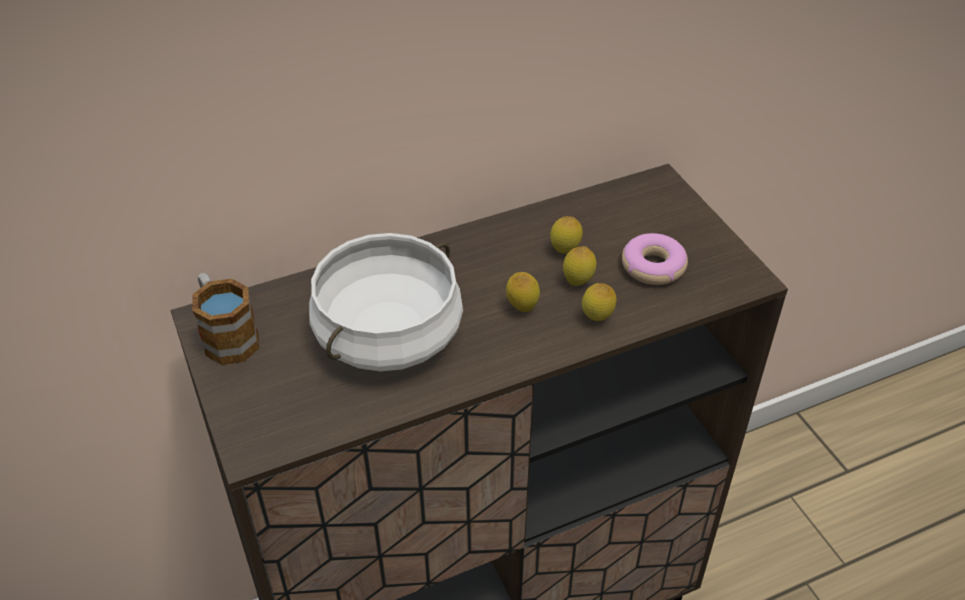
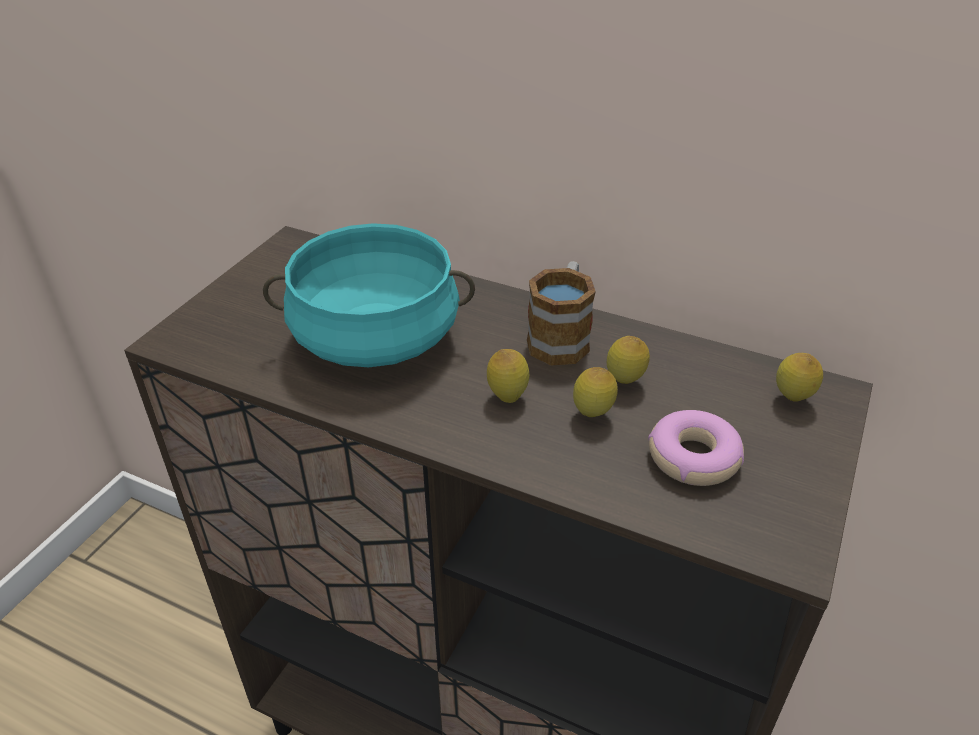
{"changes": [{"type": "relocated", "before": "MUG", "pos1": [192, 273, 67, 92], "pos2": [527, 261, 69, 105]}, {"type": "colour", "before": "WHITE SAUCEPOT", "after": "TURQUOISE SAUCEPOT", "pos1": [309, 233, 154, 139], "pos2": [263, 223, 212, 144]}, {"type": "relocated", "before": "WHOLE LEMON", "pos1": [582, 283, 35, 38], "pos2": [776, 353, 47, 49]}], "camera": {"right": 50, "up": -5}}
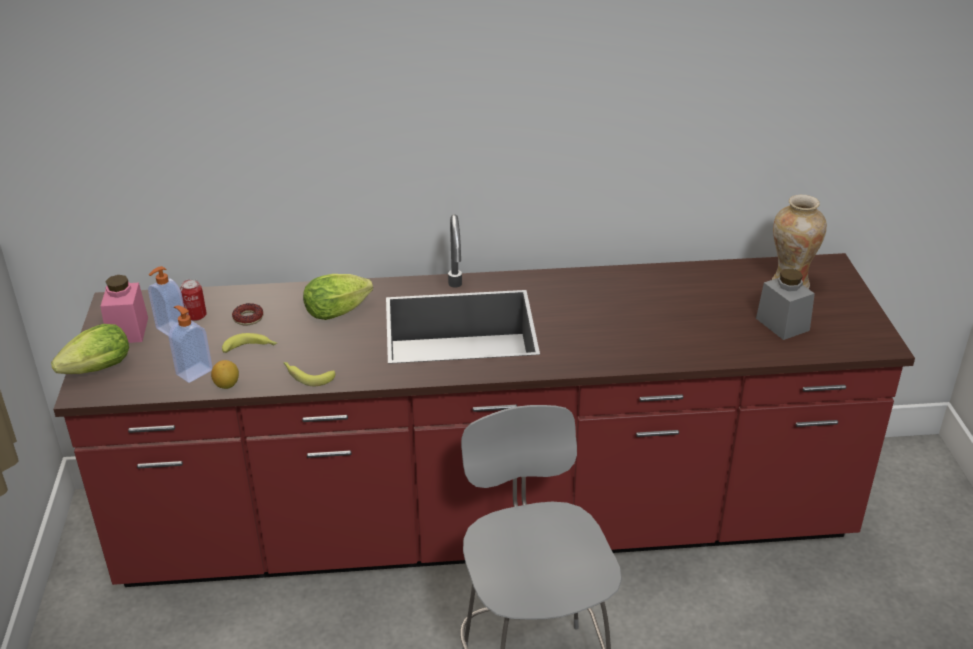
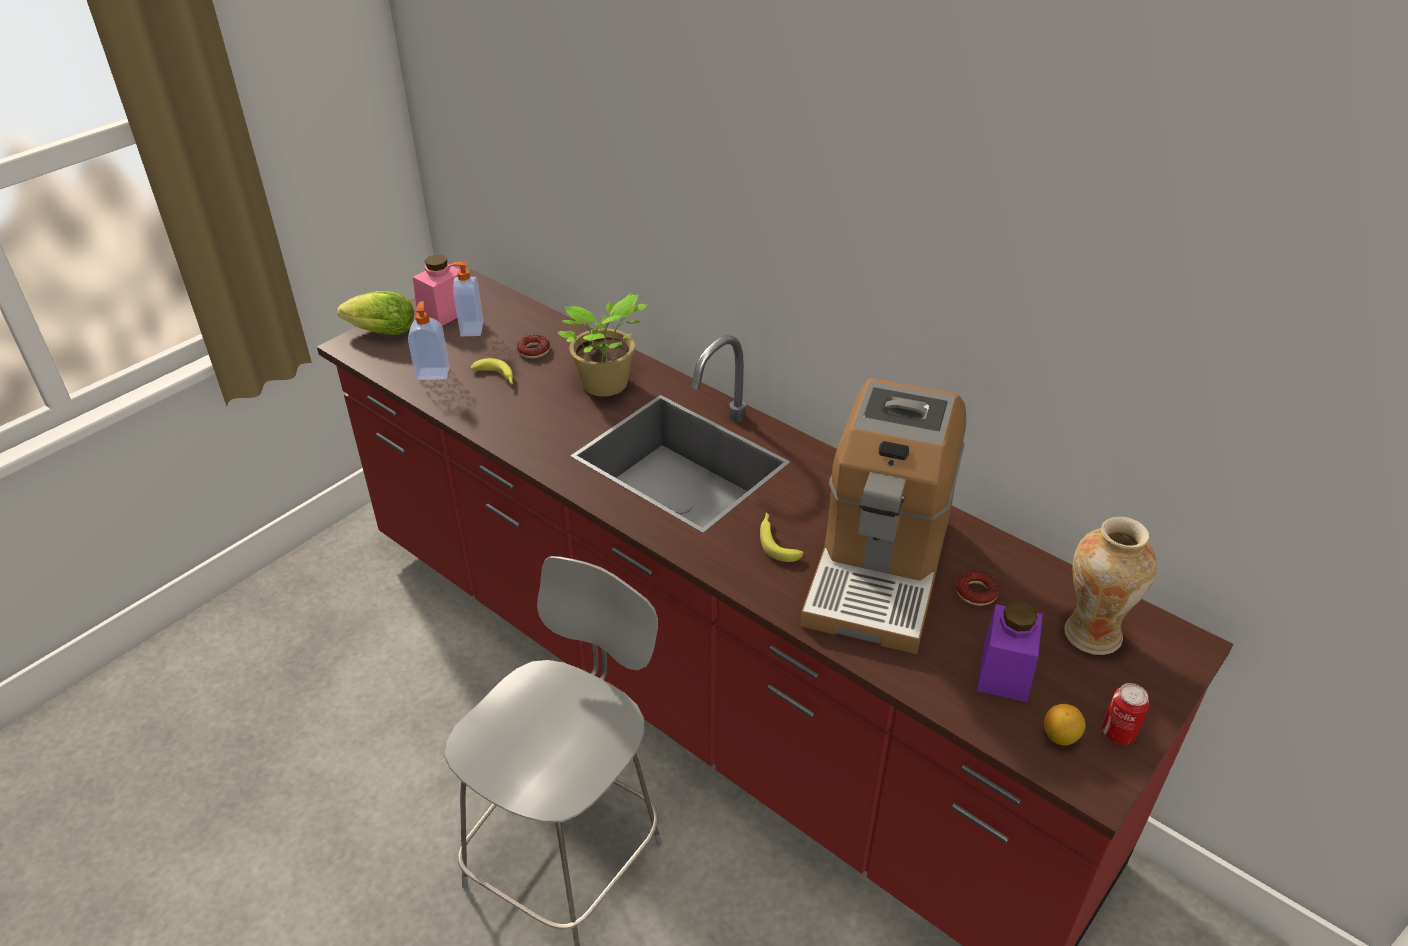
{"changes": [{"type": "relocated", "before": "METAL CAN", "pos1": [180, 279, 27, 42], "pos2": [1102, 683, 47, 62]}, {"type": "relocated", "before": "WHOLE LEMON", "pos1": [211, 360, 28, 29], "pos2": [1044, 704, 42, 41]}, {"type": "relocated", "before": "WHOLE BANANA", "pos1": [283, 362, 52, 25], "pos2": [760, 513, 44, 49]}, {"type": "exchanged", "before": "LETTUCE HEAD", "after": "PLANT IN A POT", "pos1": [303, 274, 70, 46], "pos2": [557, 293, 90, 104]}, {"type": "colour", "before": "GREY JAR", "after": "PURPLE-COLOURED JAR", "pos1": [756, 269, 59, 71], "pos2": [977, 602, 66, 100]}, {"type": "appeared", "after": "COFFEE MACHINE", "pos2": [801, 378, 165, 276]}, {"type": "appeared", "after": "RING DOUGHNUT", "pos2": [956, 570, 43, 36]}], "camera": {"right": 45, "up": 5}}
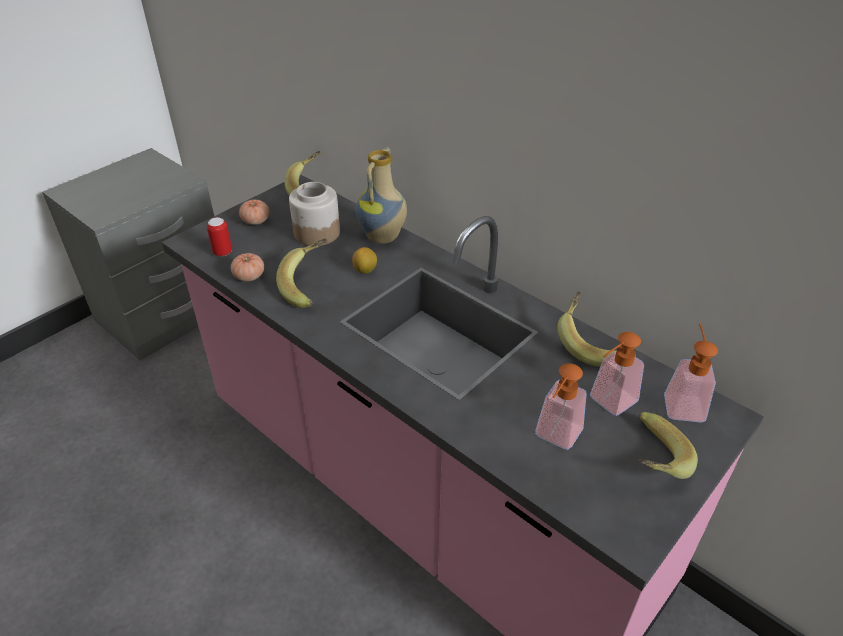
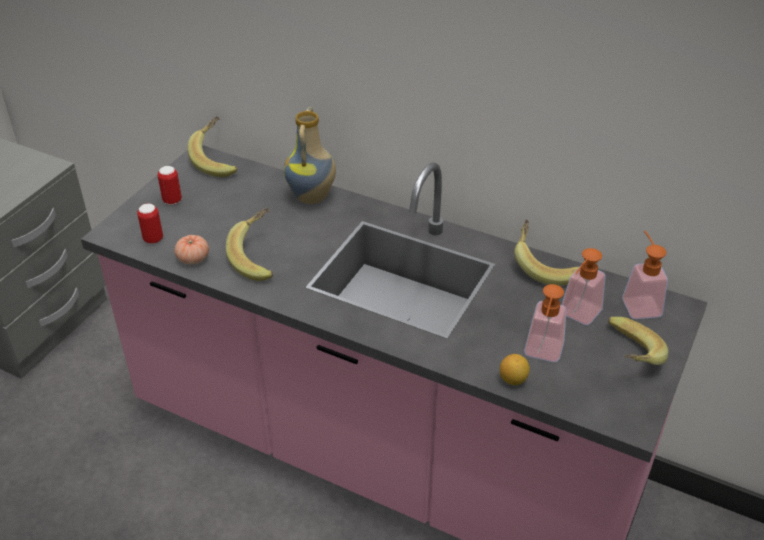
{"changes": [{"type": "exchanged", "before": "FRESH TOMATO", "after": "METAL CAN", "pos1": [239, 200, 30, 25], "pos2": [158, 166, 24, 39]}, {"type": "missing", "before": "JAR", "pos1": [289, 182, 51, 64]}, {"type": "relocated", "before": "WHOLE LEMON", "pos1": [352, 247, 25, 27], "pos2": [500, 354, 30, 31]}], "camera": {"right": -15, "up": 0}}
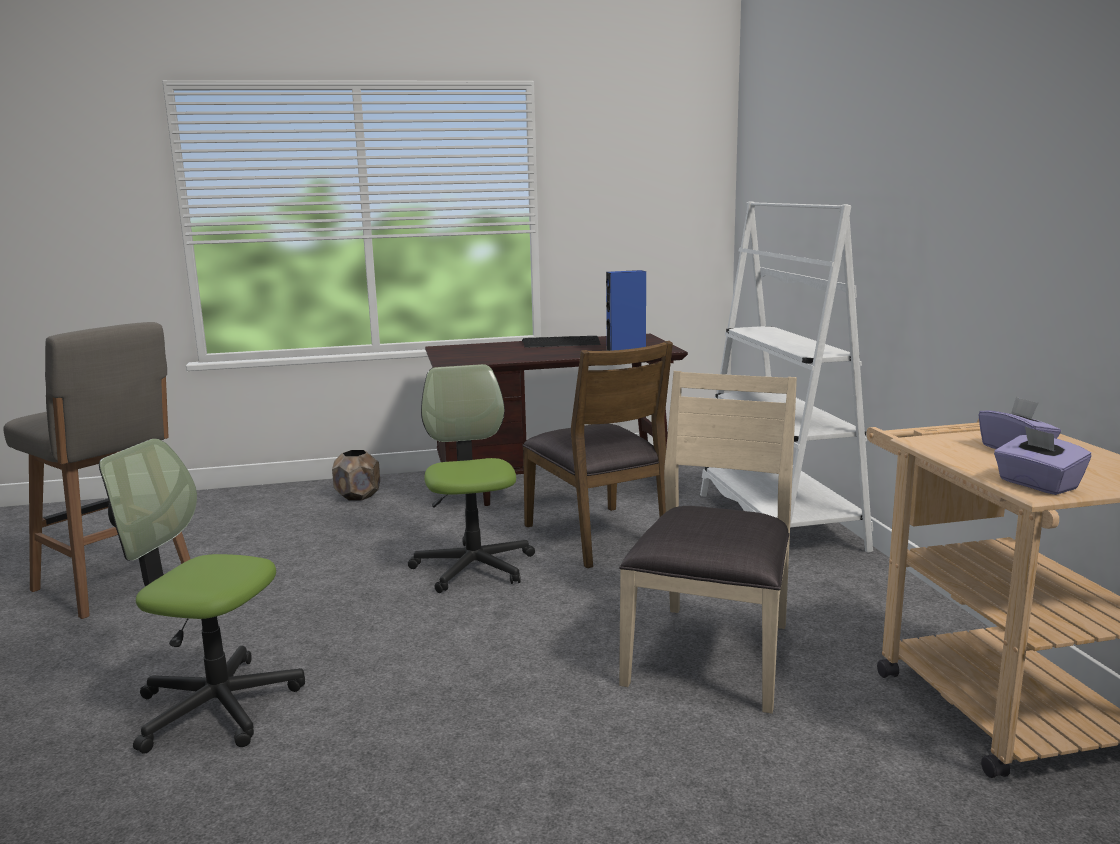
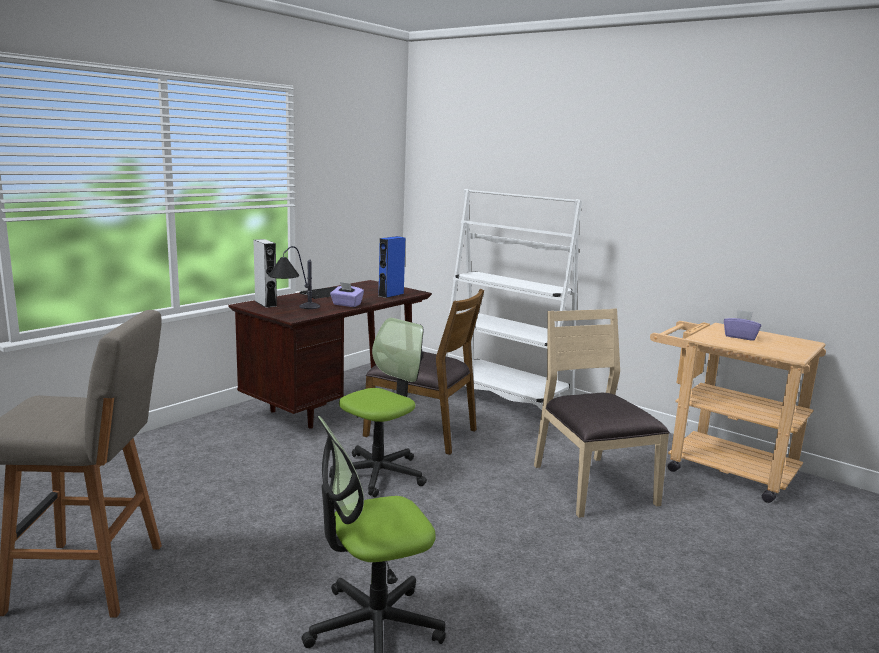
{"changes": [{"type": "missing", "before": "BROWN-COLOURED PLANT POT", "pos1": [332, 450, 48, 51]}, {"type": "spun", "before": "COMPUTER CHAIR", "pos1": [408, 364, 127, 229], "pos2": [329, 318, 98, 179], "turn": 90}, {"type": "relocated", "before": "PURPLE-COLOURED TISSUE BOX", "pos1": [994, 426, 98, 69], "pos2": [330, 282, 34, 25]}, {"type": "appeared", "after": "GREY LOUDSPEAKER", "pos2": [253, 239, 24, 69]}, {"type": "appeared", "after": "TABLETOP LAMP", "pos2": [268, 246, 52, 63]}], "camera": {"right": -40, "up": 0}}
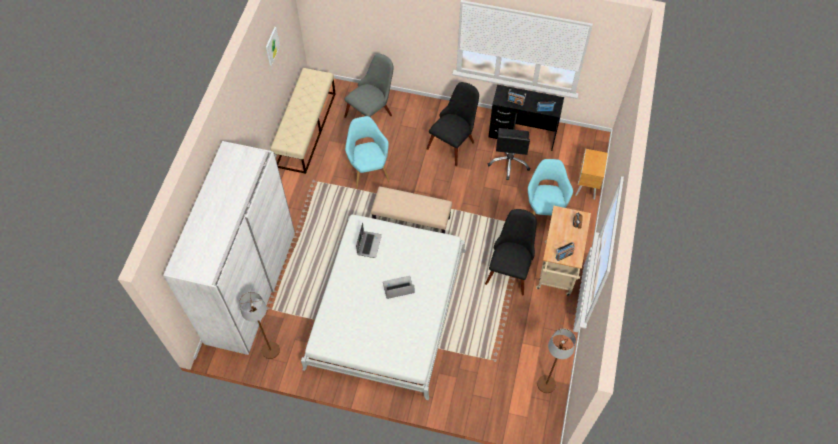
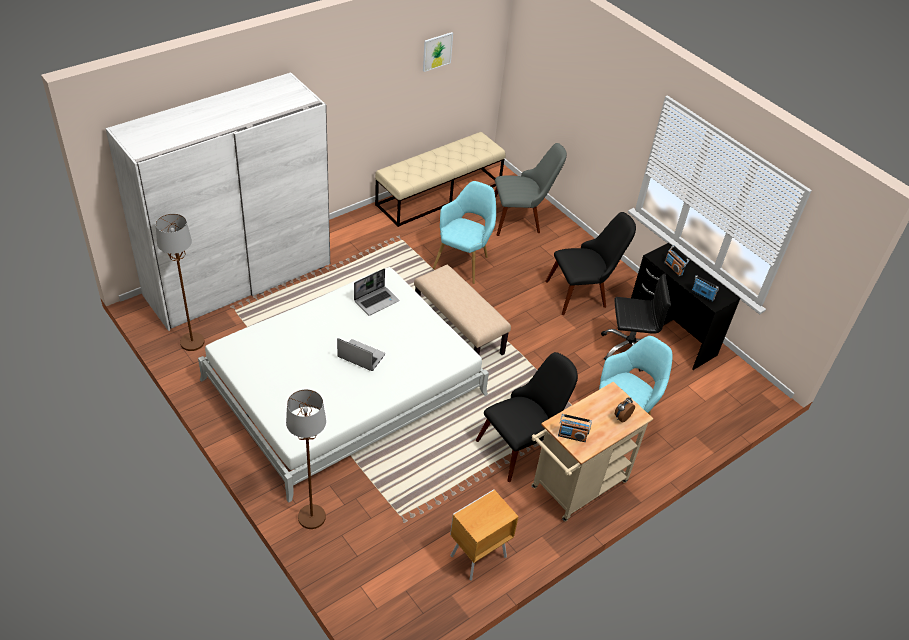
{"changes": [{"type": "spun", "before": "BLACK-COLOURED COMPUTER CHAIR", "pos1": [488, 128, 43, 52], "pos2": [601, 273, 70, 99], "turn": -135}, {"type": "relocated", "before": "BROWN-COLOURED FLOOR LAMP", "pos1": [537, 329, 39, 64], "pos2": [286, 389, 40, 140]}, {"type": "relocated", "before": "BROWN-COLOURED NIGHT TABLE", "pos1": [575, 149, 33, 50], "pos2": [450, 489, 69, 91]}], "camera": {"right": 35, "up": -15}}
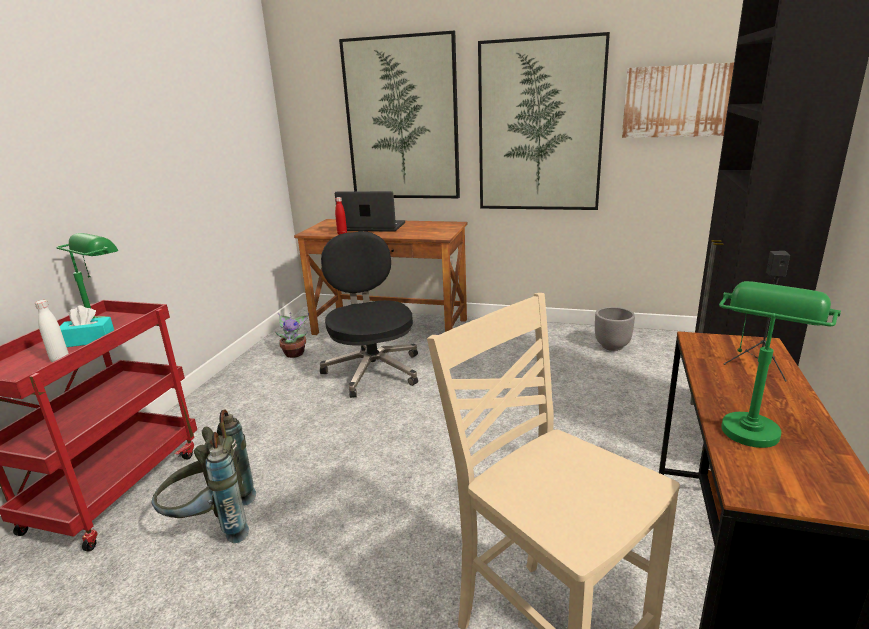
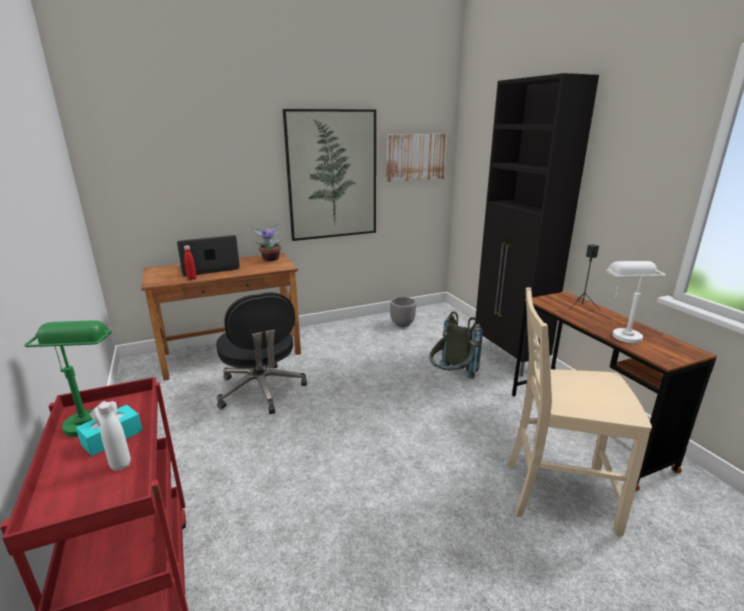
{"changes": [{"type": "relocated", "before": "GREY KNAPSACK", "pos1": [152, 409, 104, 134], "pos2": [429, 312, 54, 67]}, {"type": "relocated", "before": "PLANT IN A POT", "pos1": [275, 312, 34, 46], "pos2": [252, 223, 30, 38]}, {"type": "spun", "before": "BLACK-COLOURED COMPUTER CHAIR", "pos1": [320, 231, 98, 167], "pos2": [216, 292, 91, 122], "turn": -150}, {"type": "missing", "before": "WALL PICTURE", "pos1": [339, 31, 121, 167]}, {"type": "colour", "before": "GREEN TABLETOP LAMP", "after": "WHITE TABLETOP LAMP", "pos1": [719, 281, 122, 167], "pos2": [606, 261, 60, 82]}], "camera": {"right": -40, "up": 0}}
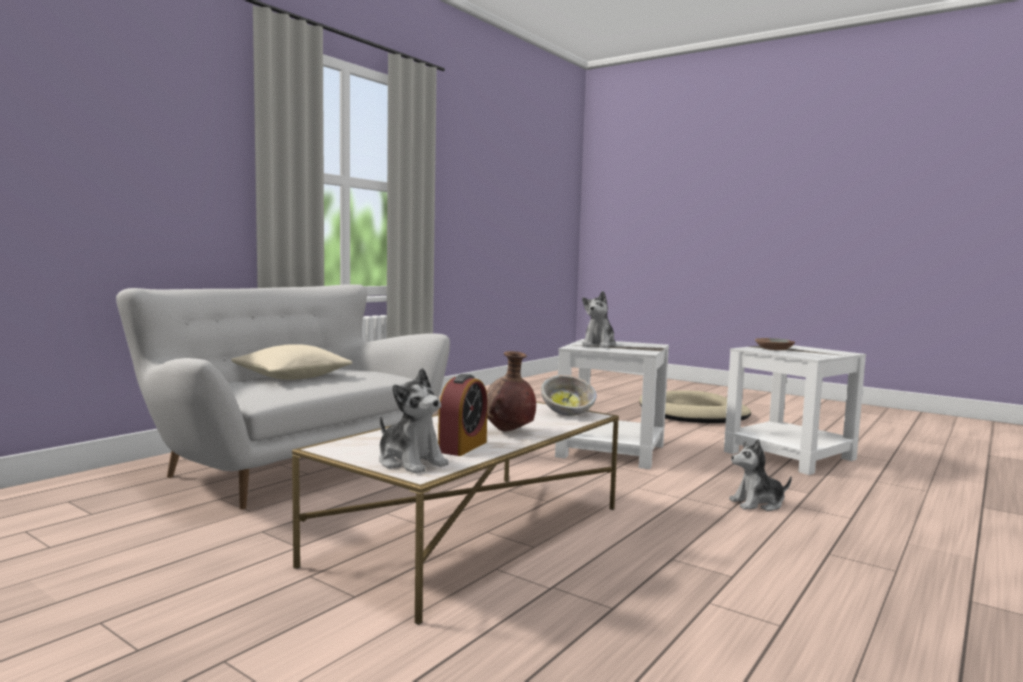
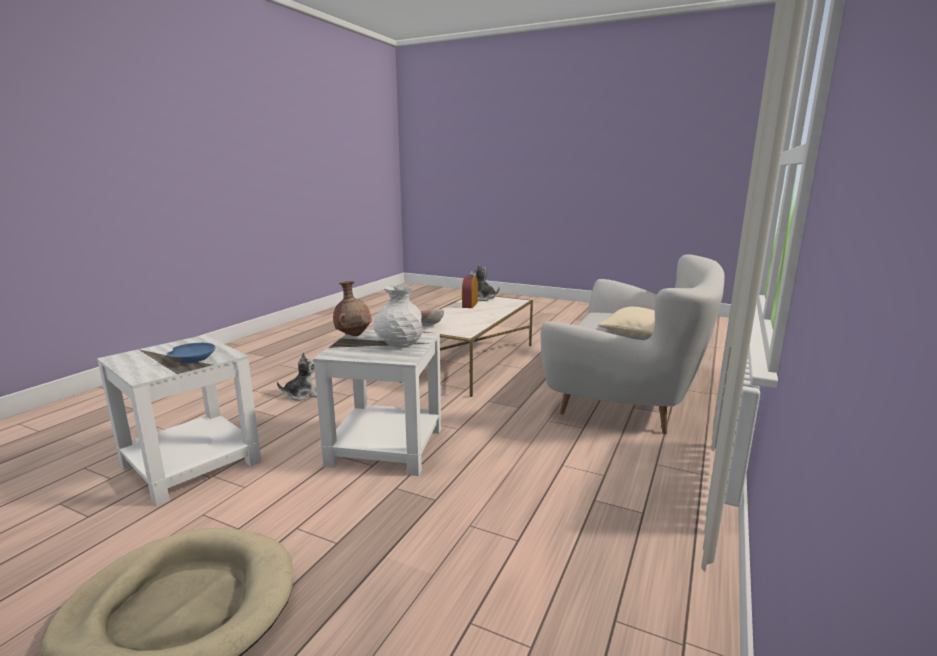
{"changes": [{"type": "relocated", "before": "BROWN-COLOURED VASE", "pos1": [486, 351, 50, 81], "pos2": [333, 281, 39, 55]}, {"type": "exchanged", "before": "SOFT TOY", "after": "WHITE VASE", "pos1": [582, 291, 35, 57], "pos2": [373, 285, 50, 63]}, {"type": "colour", "before": "BROWN-COLOURED SERVING BOWL", "after": "BLUE SERVING BOWL", "pos1": [755, 338, 40, 12], "pos2": [167, 343, 48, 20]}], "camera": {"right": 170, "up": 10}}
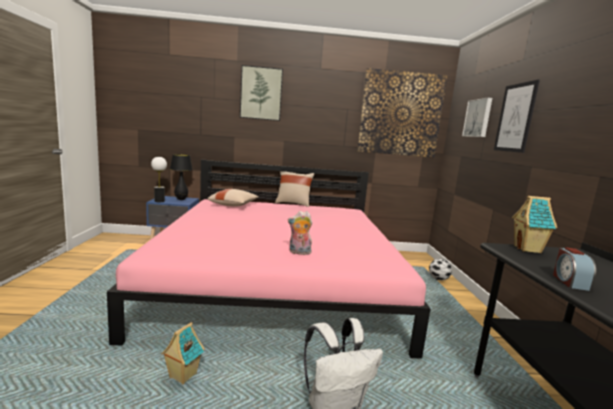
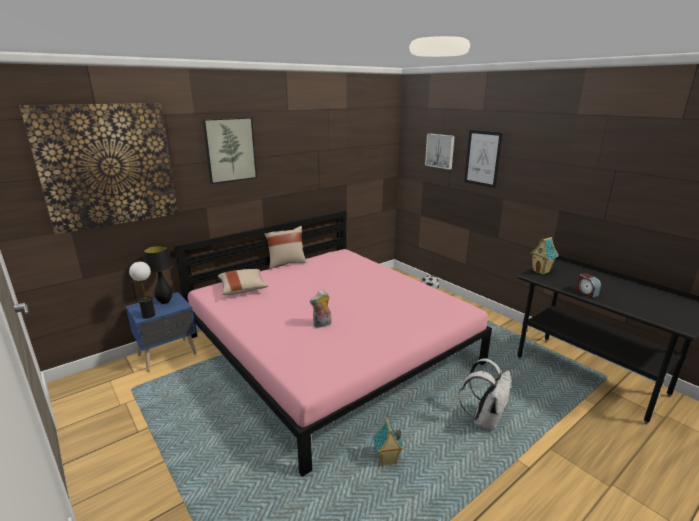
{"changes": [{"type": "relocated", "before": "SOFT TOY", "pos1": [288, 211, 24, 44], "pos2": [310, 289, 21, 39]}, {"type": "relocated", "before": "WALL PICTURE", "pos1": [357, 68, 90, 89], "pos2": [20, 103, 158, 131]}], "camera": {"right": -35, "up": 10}}
